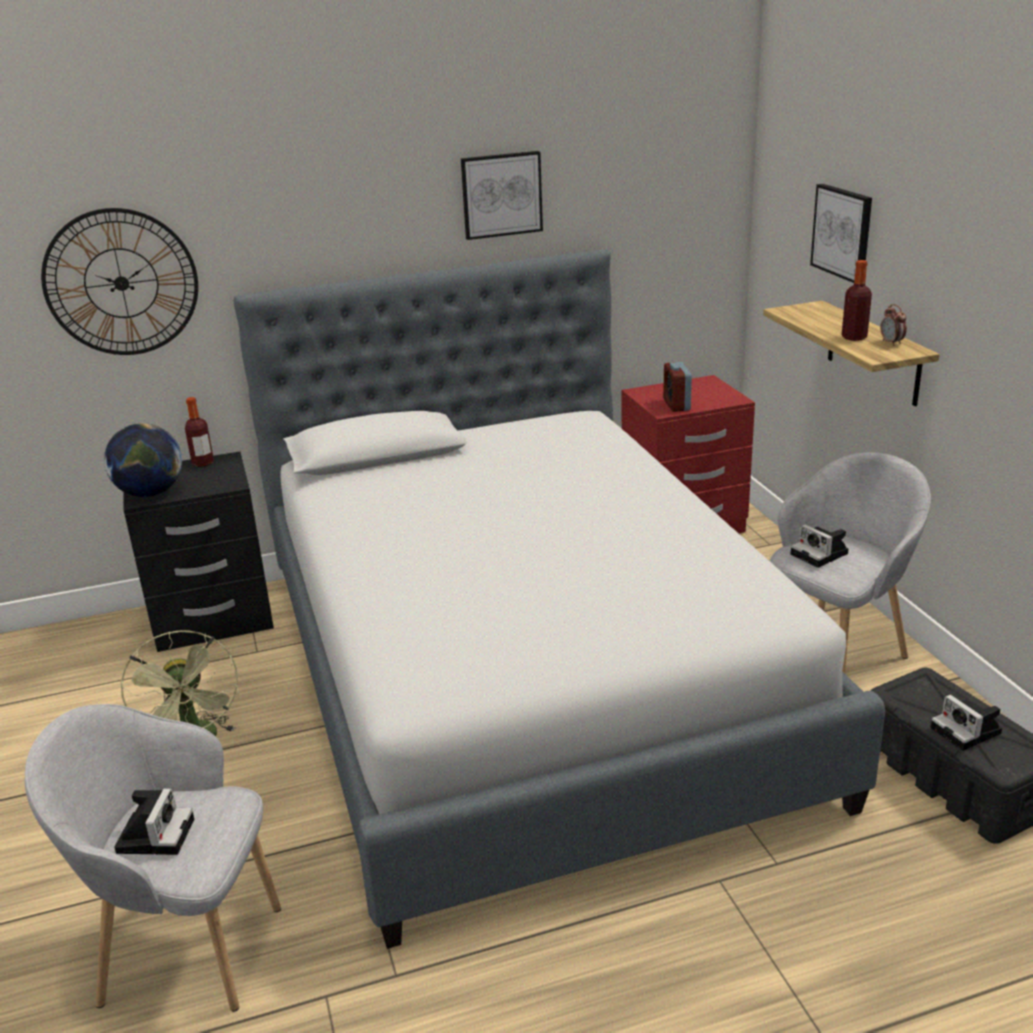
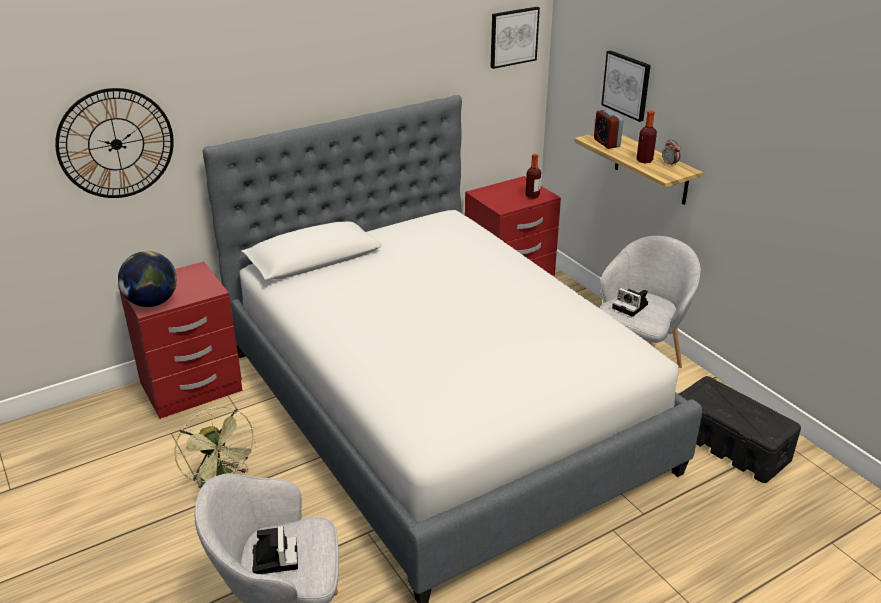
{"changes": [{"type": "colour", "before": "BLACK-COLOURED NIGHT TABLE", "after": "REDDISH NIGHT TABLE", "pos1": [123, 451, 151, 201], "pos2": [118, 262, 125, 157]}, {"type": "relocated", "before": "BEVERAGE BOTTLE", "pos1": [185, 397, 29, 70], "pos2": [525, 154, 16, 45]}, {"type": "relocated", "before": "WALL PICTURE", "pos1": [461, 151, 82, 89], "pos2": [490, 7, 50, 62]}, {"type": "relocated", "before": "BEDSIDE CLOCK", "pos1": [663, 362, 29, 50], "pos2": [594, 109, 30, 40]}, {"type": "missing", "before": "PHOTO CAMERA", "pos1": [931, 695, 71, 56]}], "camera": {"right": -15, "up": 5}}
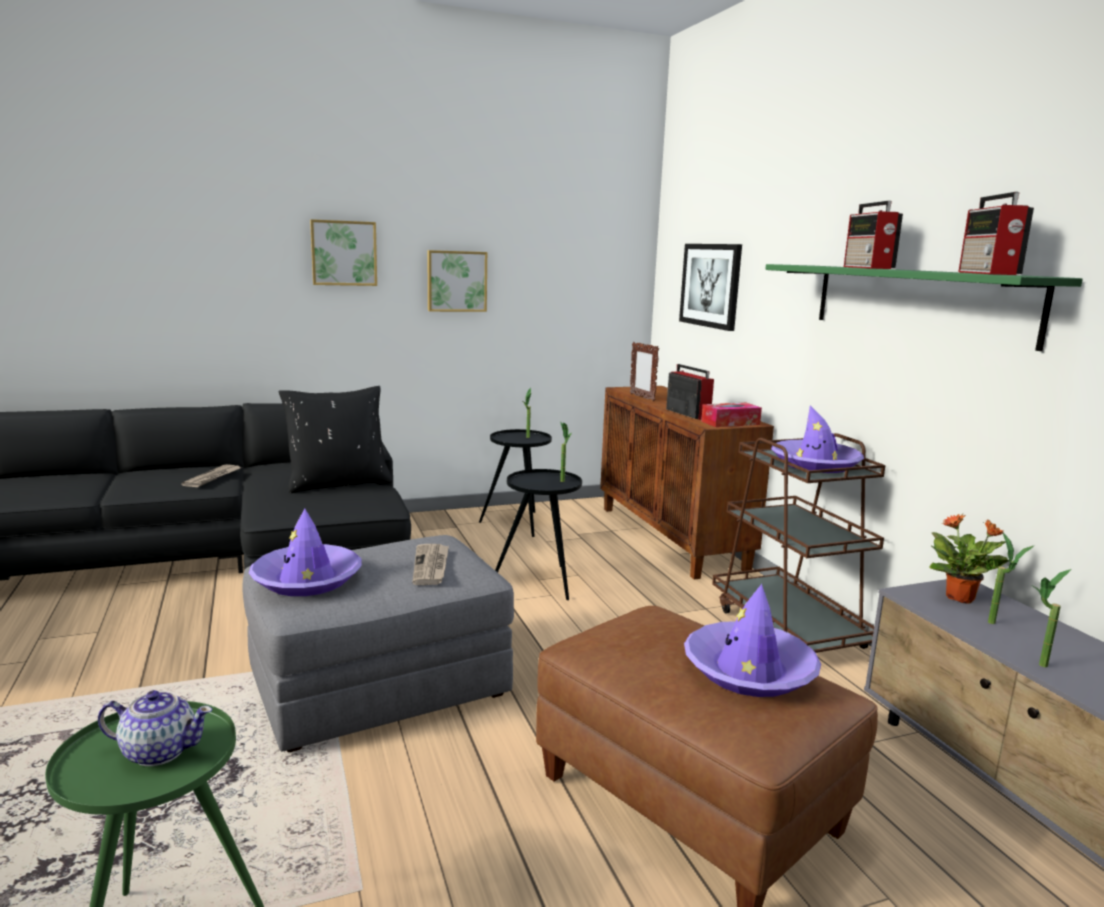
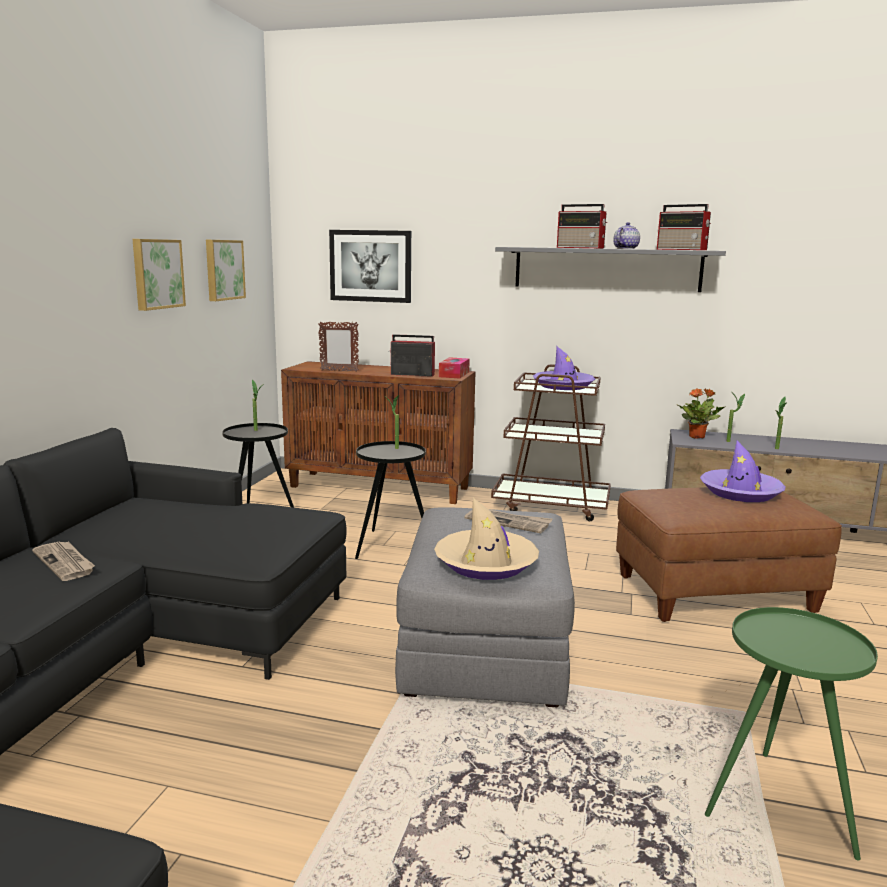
{"changes": [{"type": "relocated", "before": "POT FOR TEA", "pos1": [98, 690, 114, 76], "pos2": [613, 222, 27, 27]}, {"type": "colour", "before": "PURPLE-COLOURED HAT", "after": "BEIGE HAT", "pos1": [249, 508, 113, 88], "pos2": [434, 498, 105, 82]}, {"type": "missing", "before": "BLACK-COLOURED CUSHION", "pos1": [279, 386, 114, 107]}, {"type": "relocated", "before": "WALL PICTURE", "pos1": [310, 219, 67, 67], "pos2": [206, 240, 40, 61]}, {"type": "colour", "before": "GREEN WALL SHELF", "after": "GREY WALL SHELF", "pos1": [765, 264, 318, 87], "pos2": [495, 247, 231, 45]}], "camera": {"right": -55, "up": 0}}
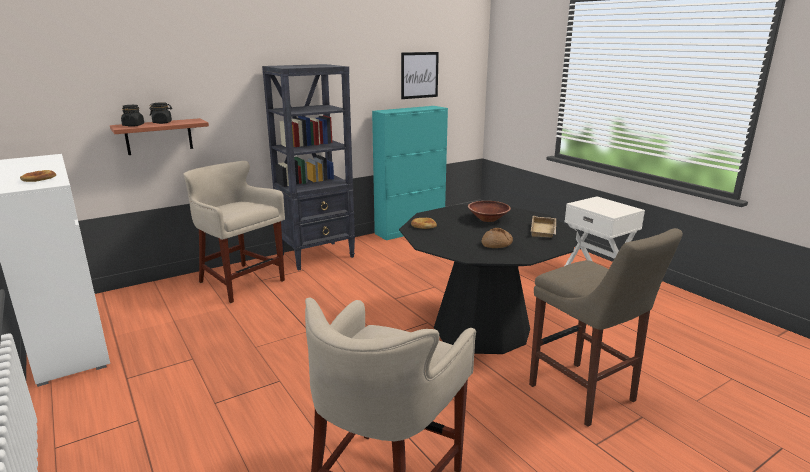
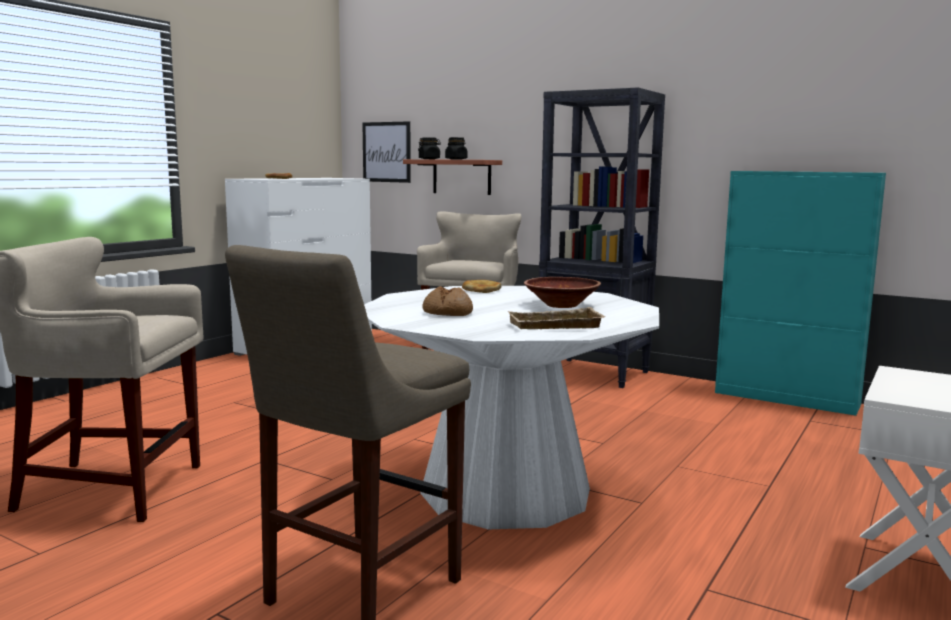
{"changes": [{"type": "colour", "before": "BLACK-COLOURED DINNER TABLE", "after": "WHITE DINNER TABLE", "pos1": [399, 205, 178, 149], "pos2": [364, 286, 295, 243]}, {"type": "relocated", "before": "WALL PICTURE", "pos1": [401, 52, 38, 47], "pos2": [362, 121, 49, 62]}], "camera": {"right": 65, "up": -10}}
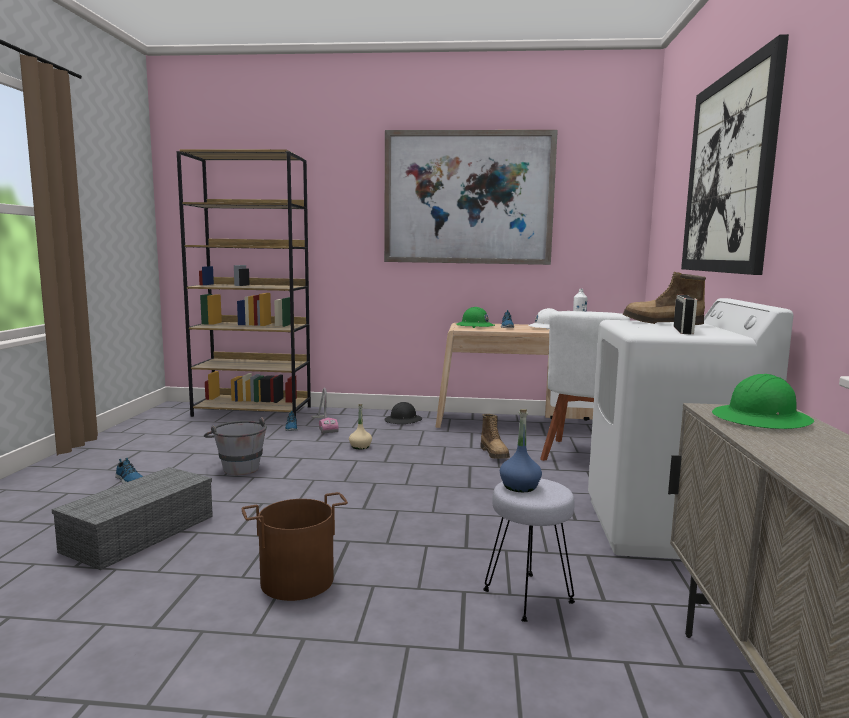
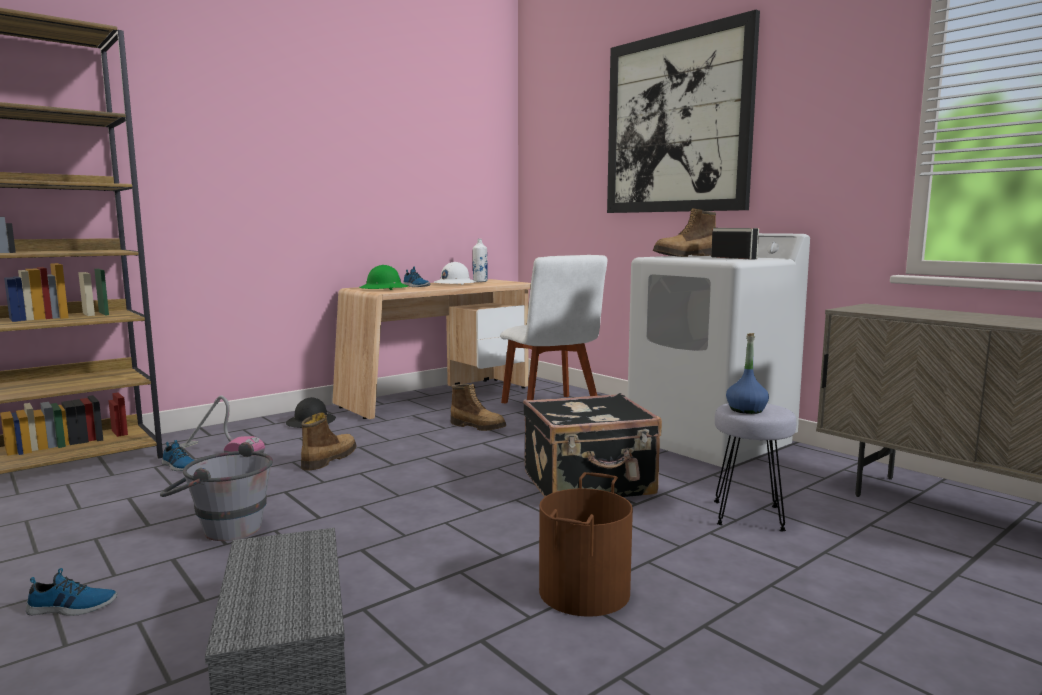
{"changes": [{"type": "exchanged", "before": "BEIGE BEVERAGE BOTTLE", "after": "TALL BOOT", "pos1": [349, 404, 23, 45], "pos2": [301, 413, 56, 57]}, {"type": "missing", "before": "WALL PICTURE", "pos1": [384, 130, 174, 135]}, {"type": "missing", "before": "GREEN WORK HELMET", "pos1": [712, 374, 102, 55]}, {"type": "appeared", "after": "BLACK-COLOURED TRAVEL CASE", "pos2": [523, 393, 139, 104]}], "camera": {"right": -45, "up": 0}}
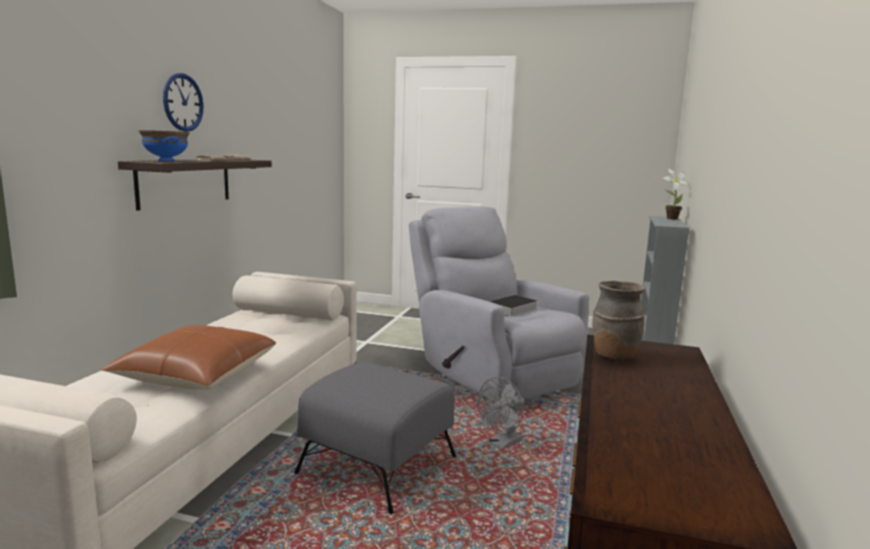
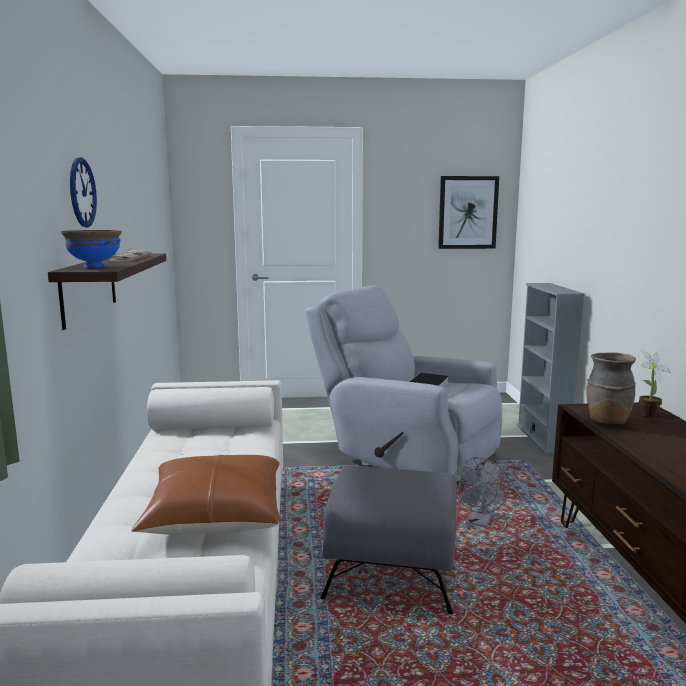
{"changes": [{"type": "relocated", "before": "PLANT IN A POT", "pos1": [662, 169, 29, 50], "pos2": [639, 349, 32, 68]}, {"type": "appeared", "after": "WALL PICTURE", "pos2": [438, 176, 61, 73]}], "camera": {"right": -20, "up": 0}}
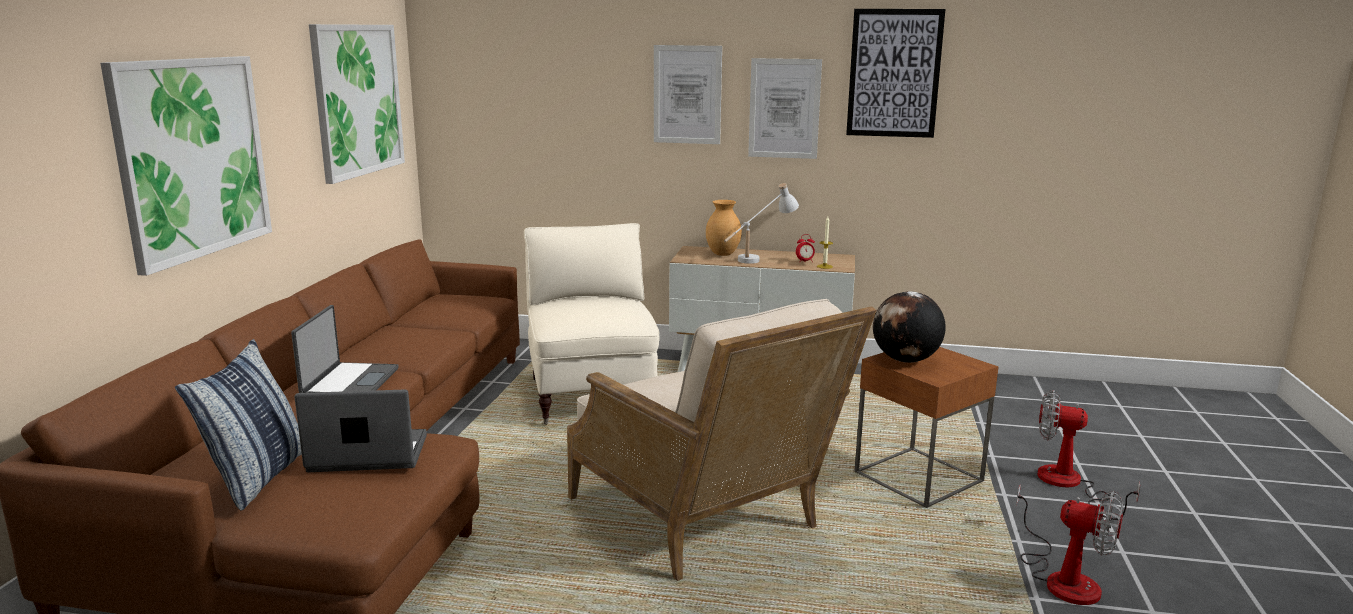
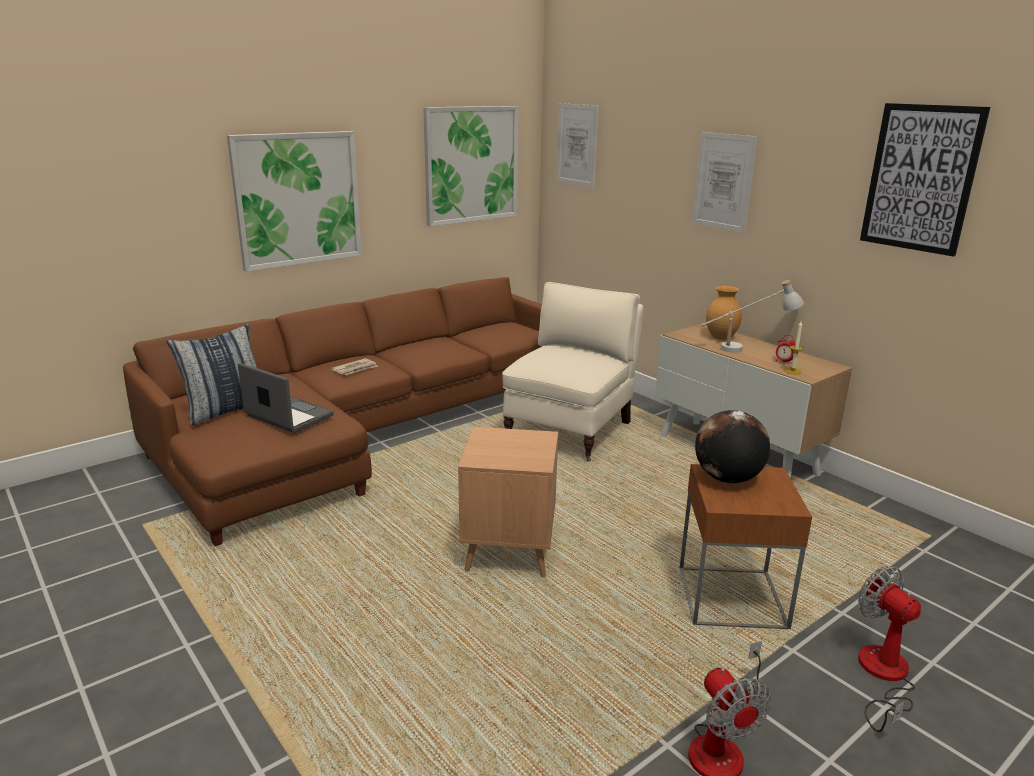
{"changes": [{"type": "exchanged", "before": "NOTEBOOK COMPUTER", "after": "NEWSPAPER", "pos1": [291, 305, 108, 88], "pos2": [331, 358, 47, 17]}, {"type": "exchanged", "before": "BEIGE EASY CHAIR", "after": "BROWN-COLOURED ACCENT TABLE", "pos1": [567, 299, 309, 282], "pos2": [458, 427, 100, 151]}, {"type": "relocated", "before": "WALL PICTURE", "pos1": [748, 58, 74, 101], "pos2": [557, 103, 42, 84]}], "camera": {"right": 40, "up": 5}}
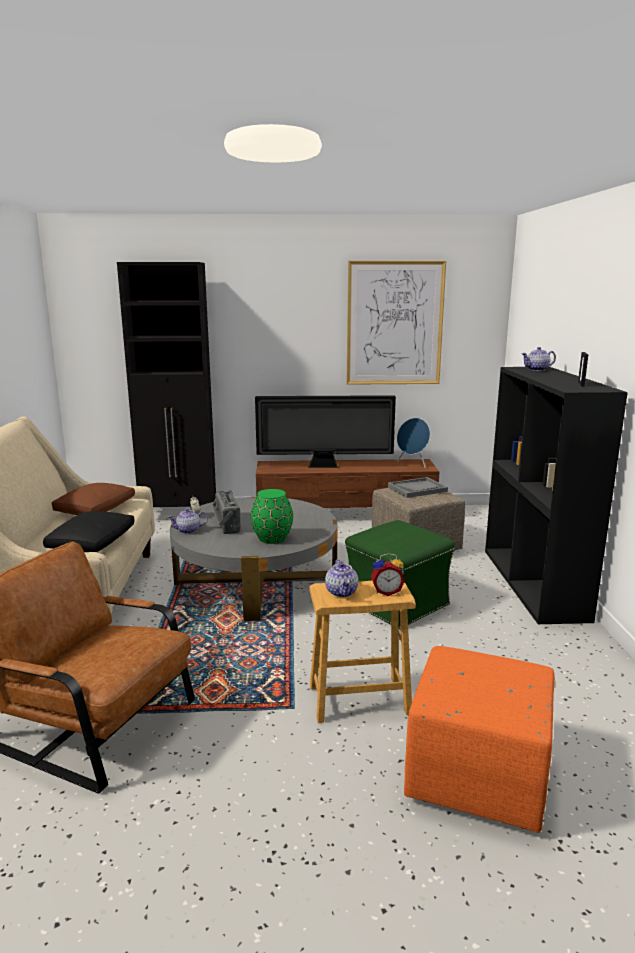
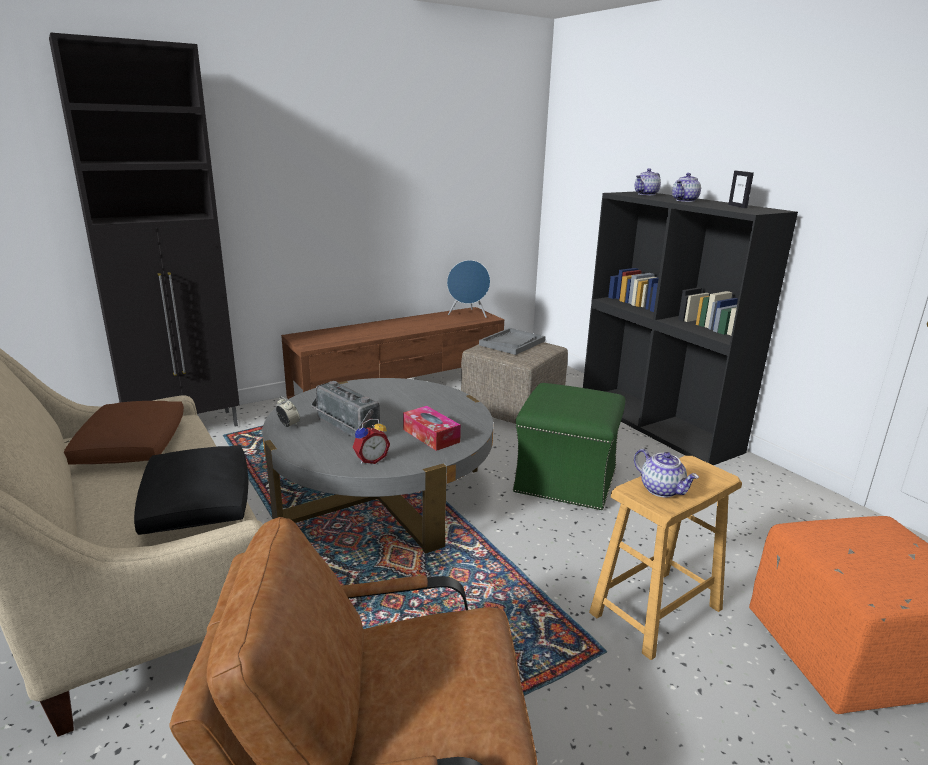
{"changes": [{"type": "relocated", "before": "POT FOR TEA", "pos1": [168, 509, 40, 25], "pos2": [672, 173, 29, 29]}, {"type": "exchanged", "before": "GREEN VASE", "after": "TISSUE BOX", "pos1": [251, 489, 42, 55], "pos2": [403, 406, 58, 45]}, {"type": "missing", "before": "TELEVISION", "pos1": [255, 395, 141, 73]}, {"type": "missing", "before": "WALL PICTURE", "pos1": [347, 261, 99, 124]}, {"type": "relocated", "before": "BEDSIDE CLOCK", "pos1": [371, 553, 34, 43], "pos2": [353, 419, 37, 45]}], "camera": {"right": -30, "up": 5}}
